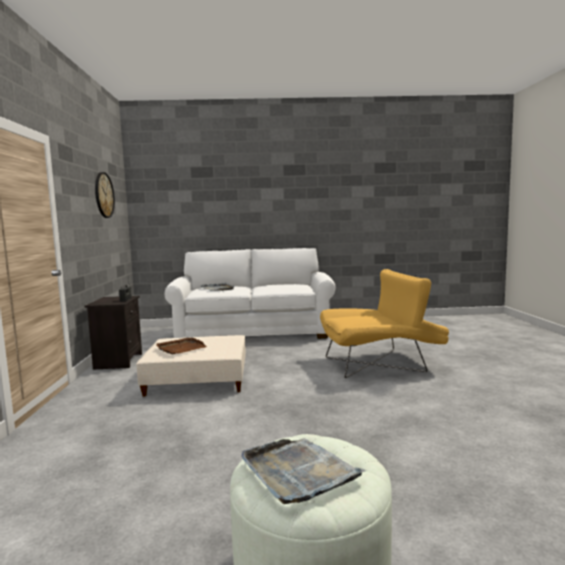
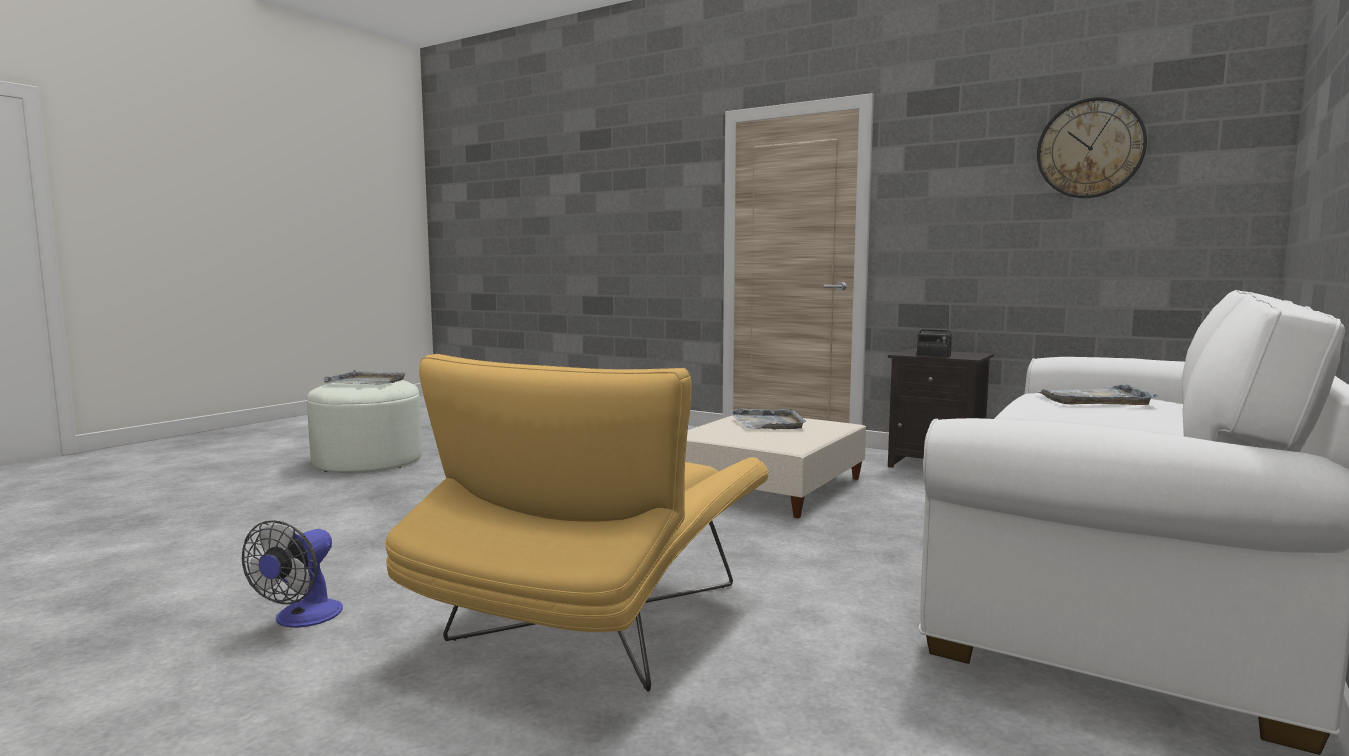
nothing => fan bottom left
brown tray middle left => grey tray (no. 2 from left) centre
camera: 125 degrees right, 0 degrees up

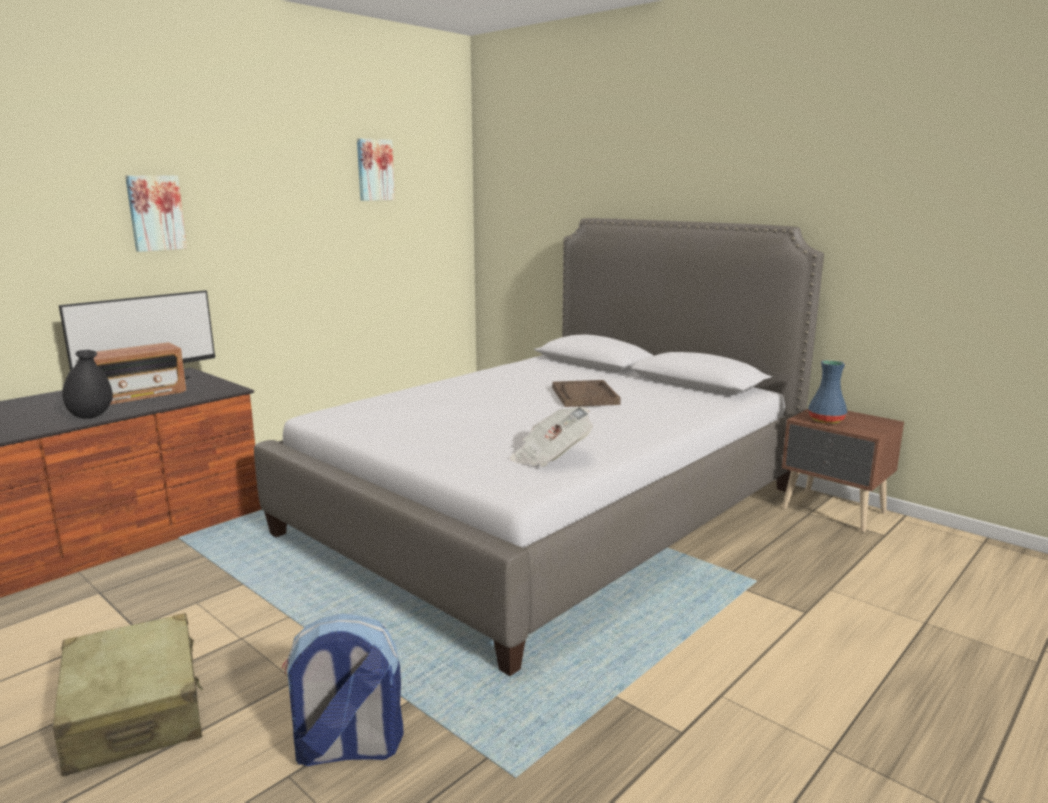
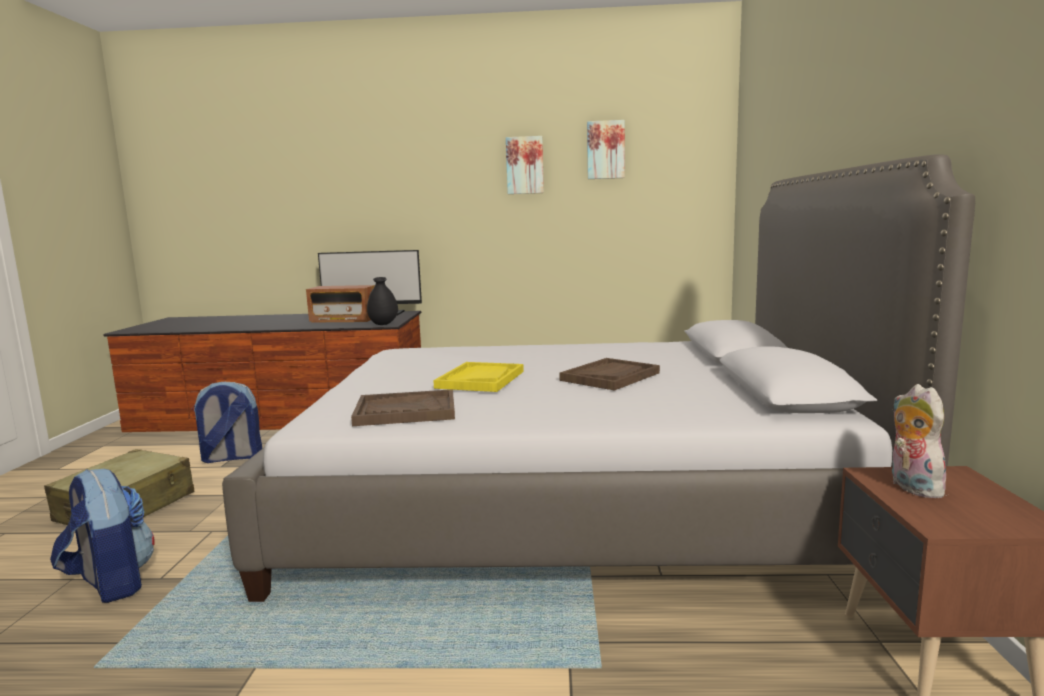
nothing => backpack (no. 2 from left) middle left
nothing => yellow tray centre
black vase middle left => black vase centre, relocated
picture (no. 1 from left) top left => picture (no. 1 from left) top centre, relocated
newspaper centre => brown tray (no. 1 from left) centre
blue vase middle right => plush toy middle right
camera: 50 degrees right, 5 degrees down

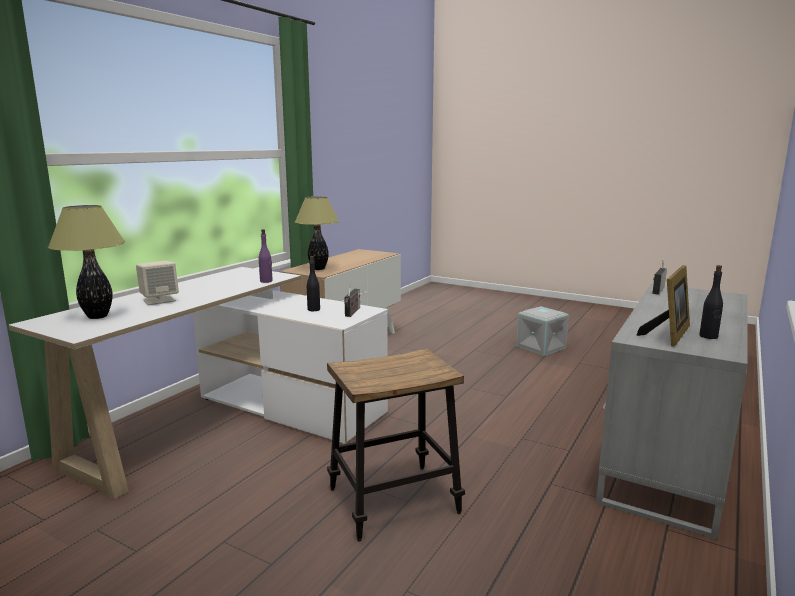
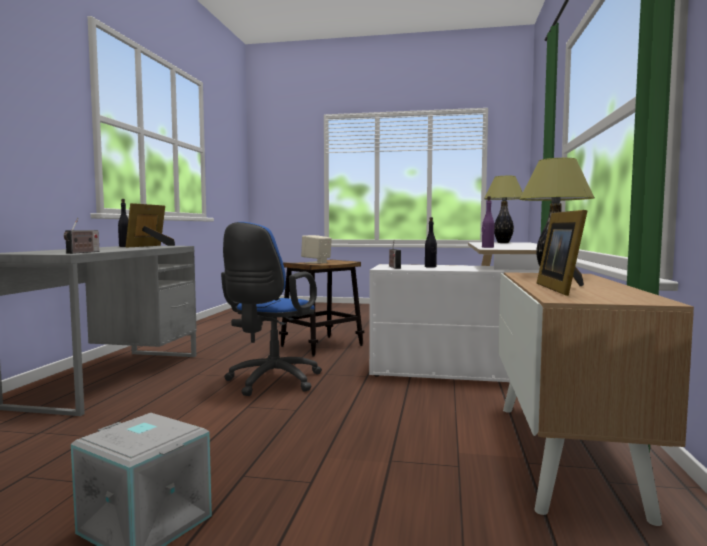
nothing => blue office chair centre
nothing => picture frame (no. 2 from left) middle right
beige speaker middle left => beige speaker centre, relocated
camera: 160 degrees right, 10 degrees down

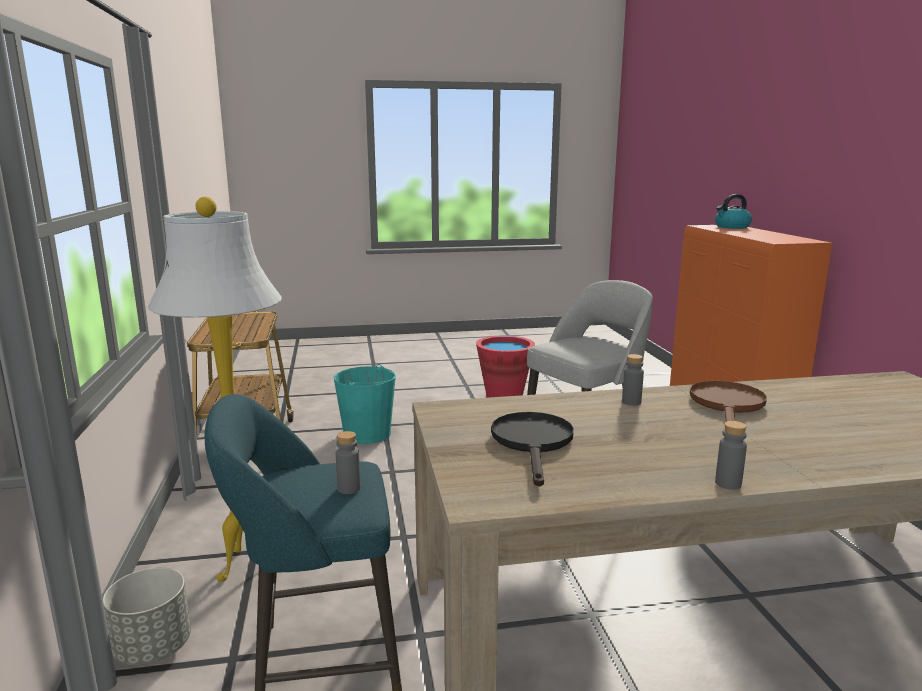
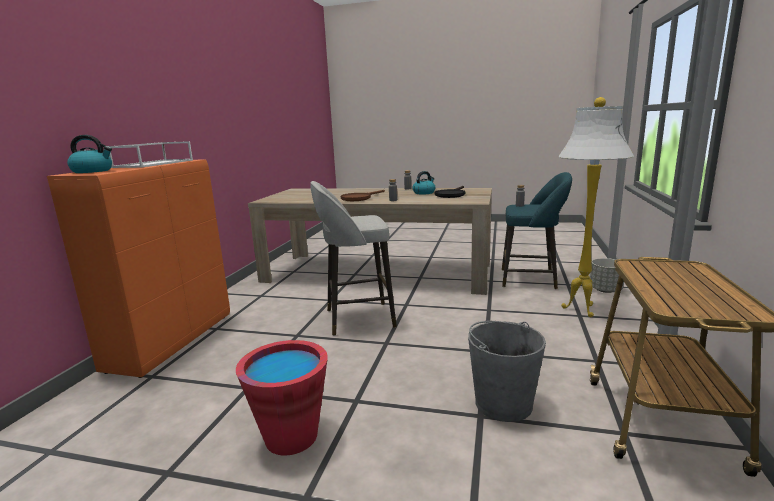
nothing => white tray top left
nothing => kettle (no. 2 from left) centre
turquoise bucket centre => grey bucket bottom centre
camera: 155 degrees left, 0 degrees up

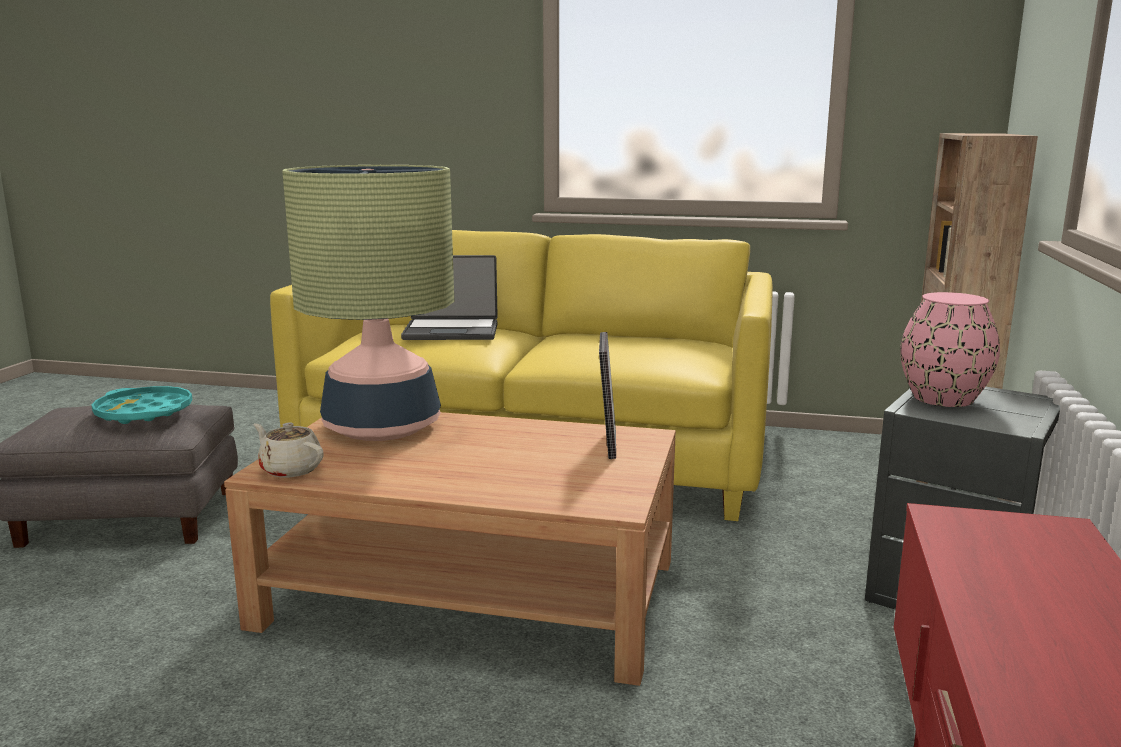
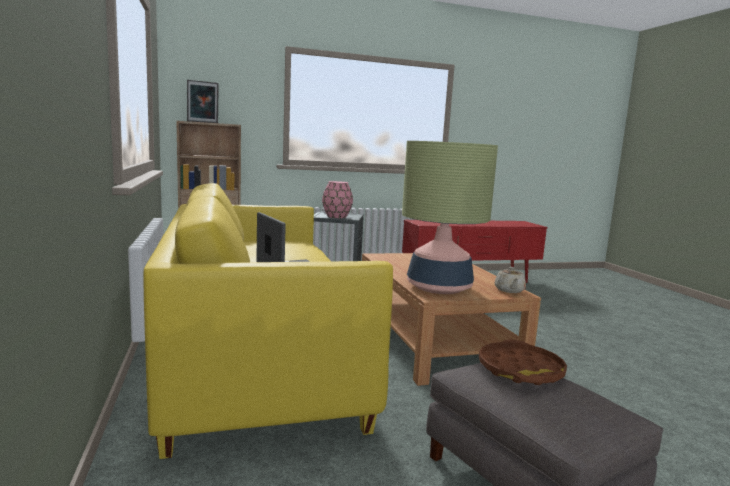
picture frame centre => picture frame top left, relocated
turquoise tray middle left => brown tray bottom right
camera: 120 degrees left, 5 degrees down

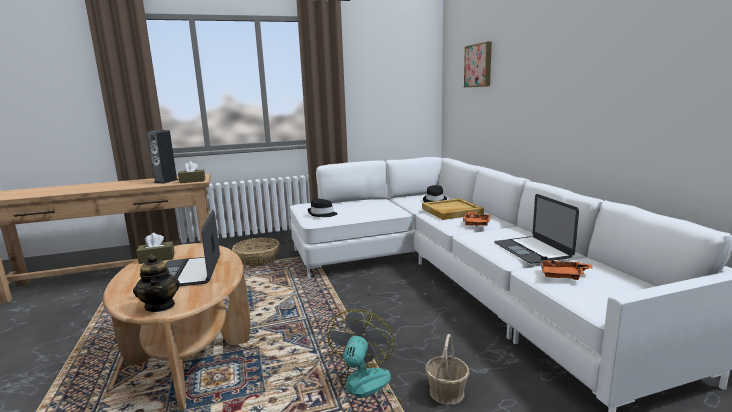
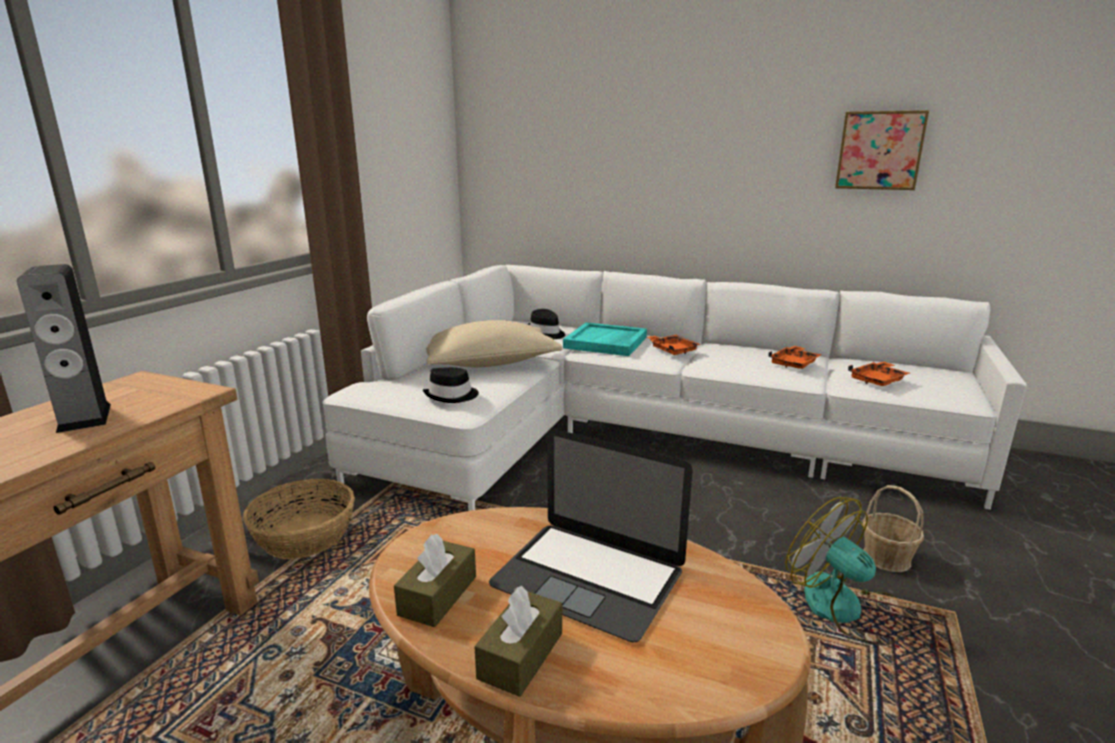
teapot bottom left => nothing
nothing => beige pillow centre
brown tissue box (no. 2 from left) middle left => brown tissue box (no. 2 from left) bottom centre, relocated
picture top centre => picture top right, relocated
laptop (no. 2 from left) middle right => orange tray (no. 2 from left) middle right
beige tray centre => turquoise tray centre
camera: 50 degrees left, 5 degrees up

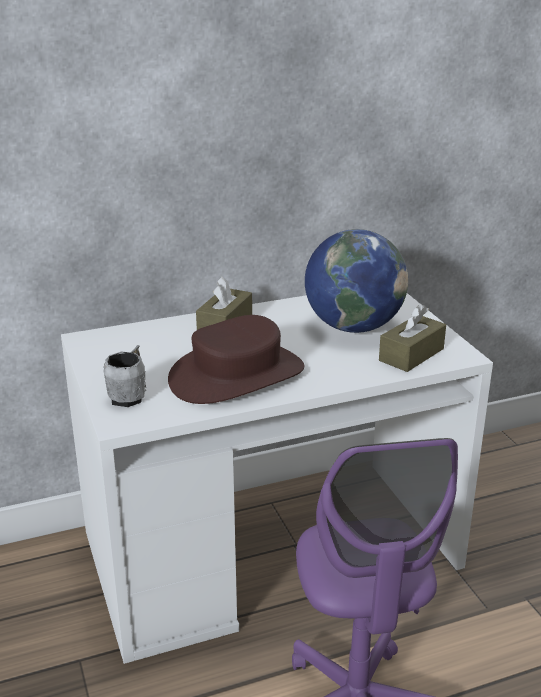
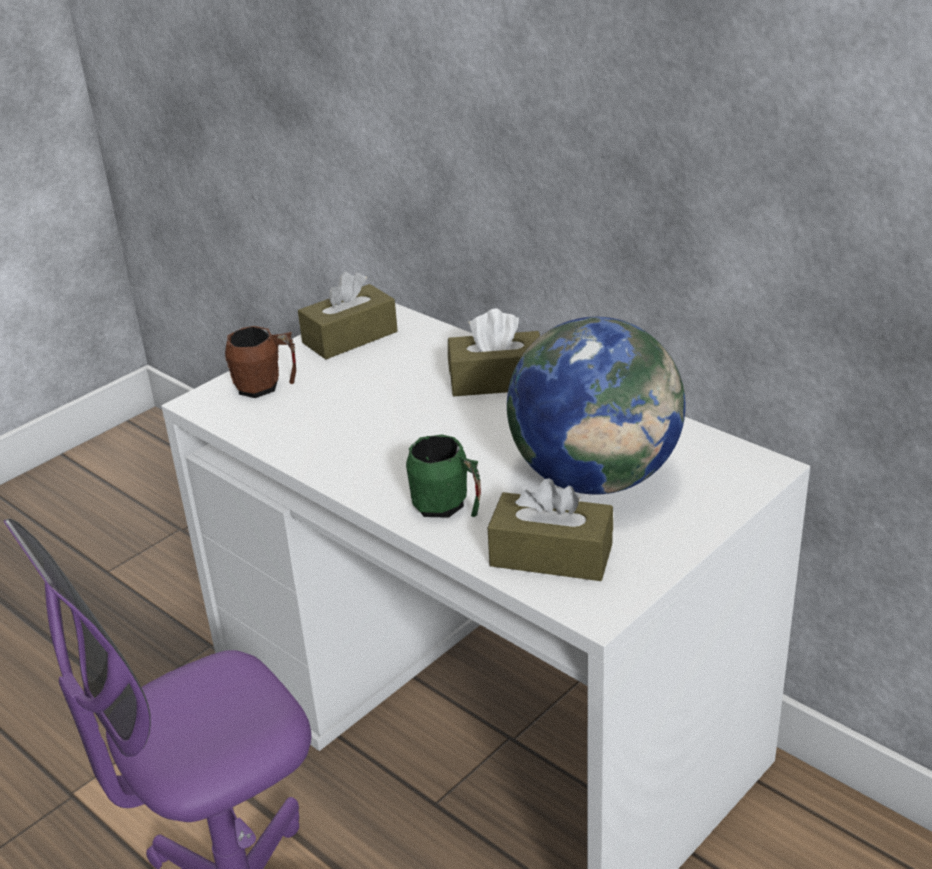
brown hat centre => nothing
nothing => brown tissue box (no. 1 from left) centre
nothing => green mug centre
grey mug middle left => brown mug middle left
camera: 65 degrees right, 5 degrees up

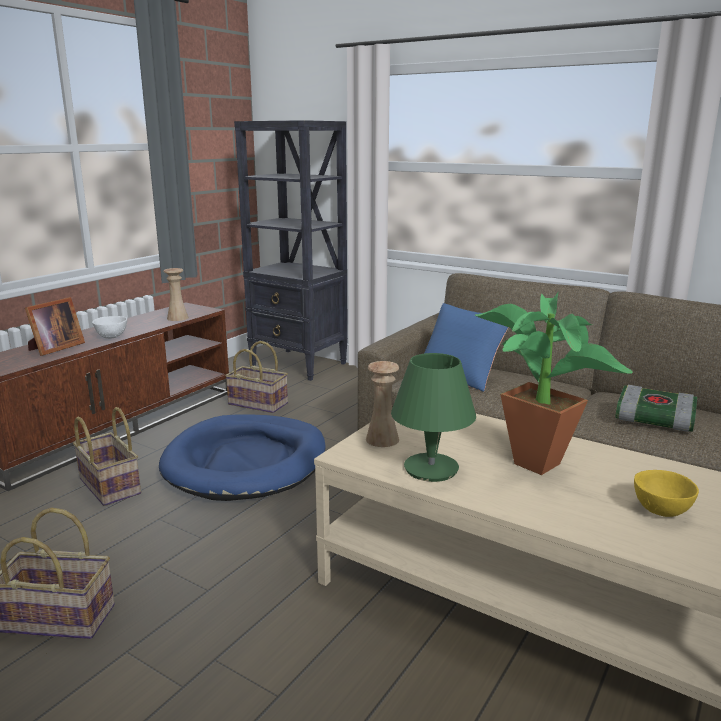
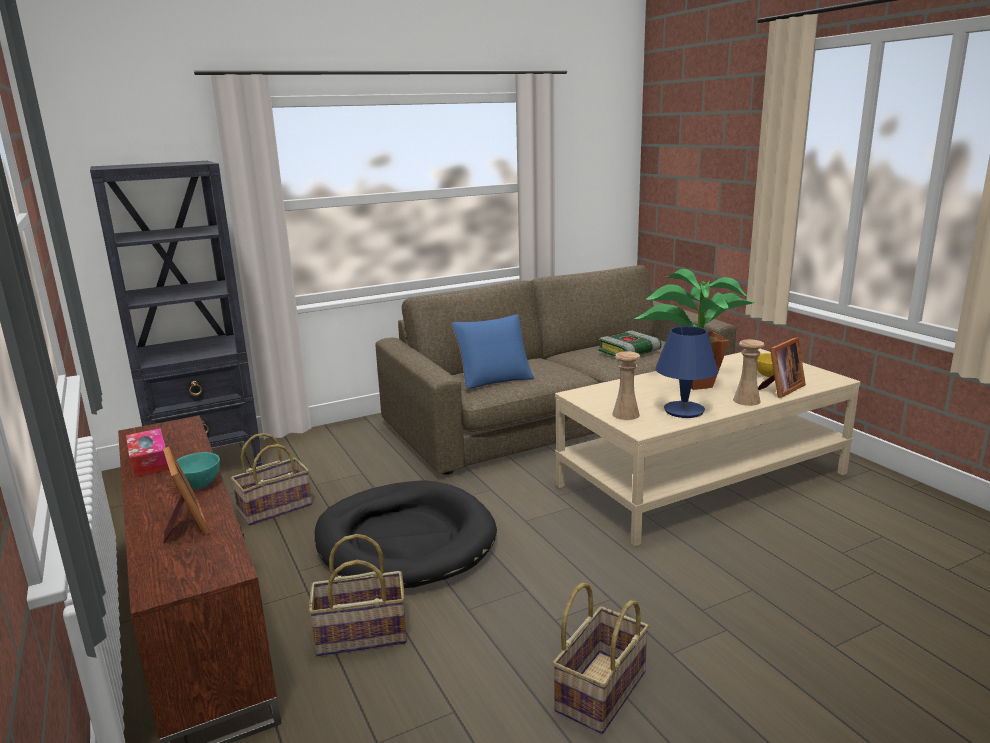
nothing => tissue box middle left
nothing => picture frame (no. 2 from left) middle right
beige vase (no. 1 from left in the first image) middle left => beige vase (no. 2 from left) middle right, relocated
white bowl middle left => turquoise bowl middle left
blue dog bed centre => black dog bed bottom centre
green table lamp centre => blue table lamp middle right
camera: 60 degrees left, 0 degrees up

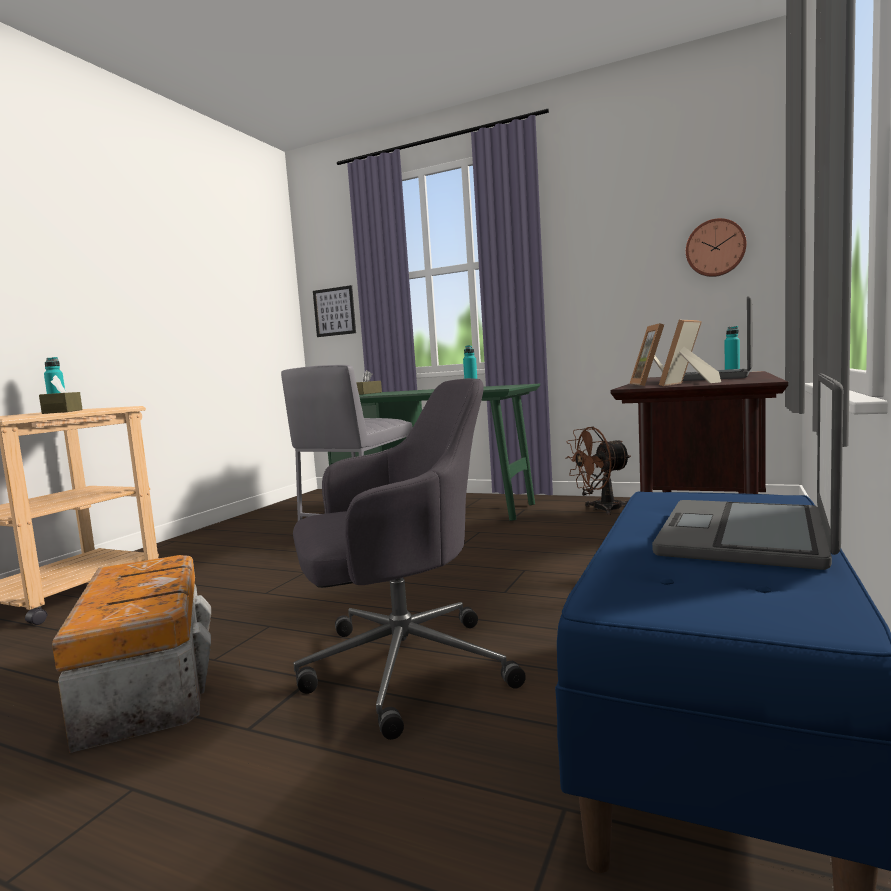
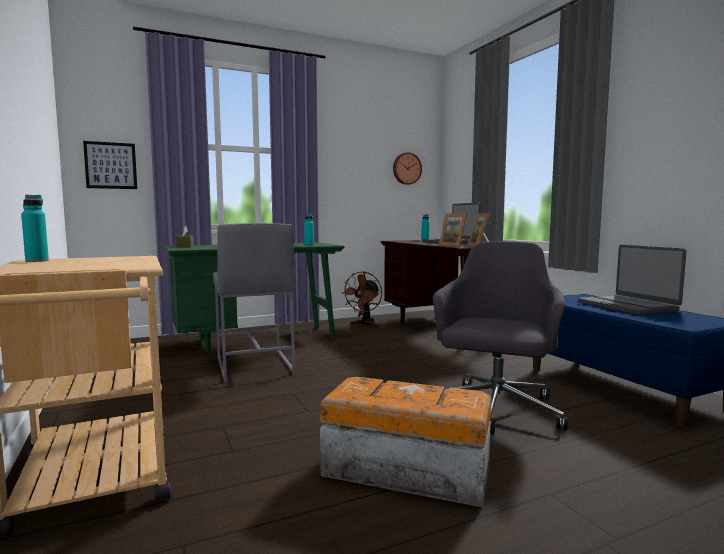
brown tissue box (no. 1 from left) middle left => nothing
camera: 50 degrees left, 0 degrees up

